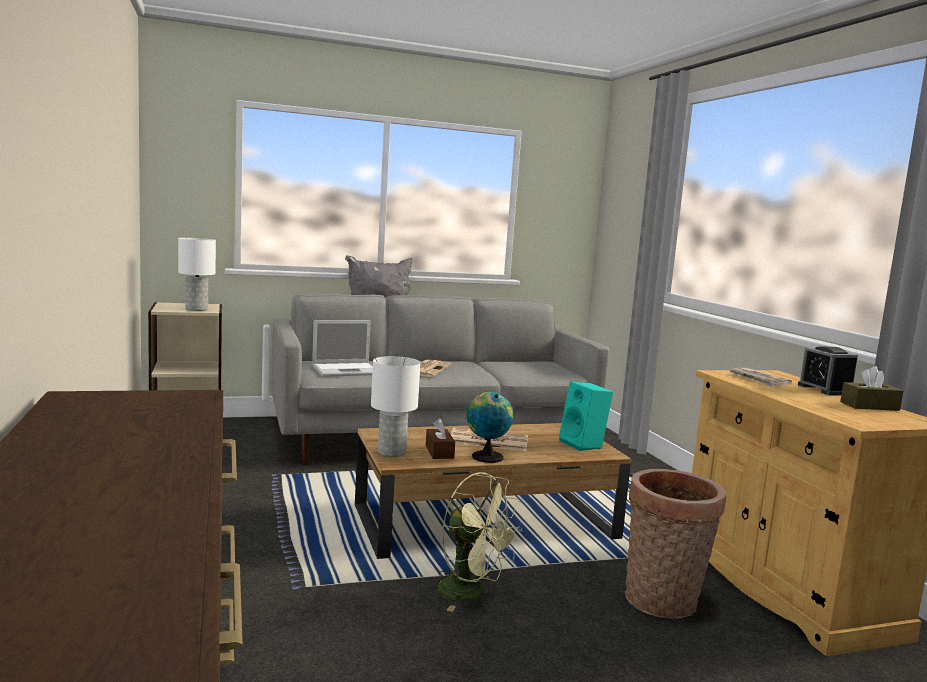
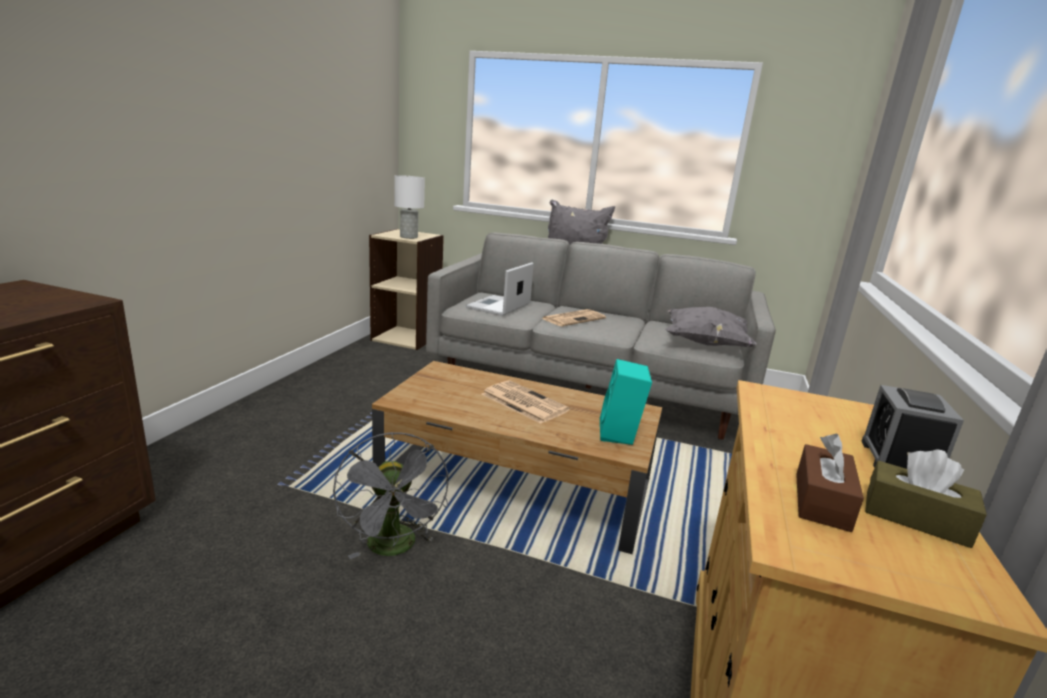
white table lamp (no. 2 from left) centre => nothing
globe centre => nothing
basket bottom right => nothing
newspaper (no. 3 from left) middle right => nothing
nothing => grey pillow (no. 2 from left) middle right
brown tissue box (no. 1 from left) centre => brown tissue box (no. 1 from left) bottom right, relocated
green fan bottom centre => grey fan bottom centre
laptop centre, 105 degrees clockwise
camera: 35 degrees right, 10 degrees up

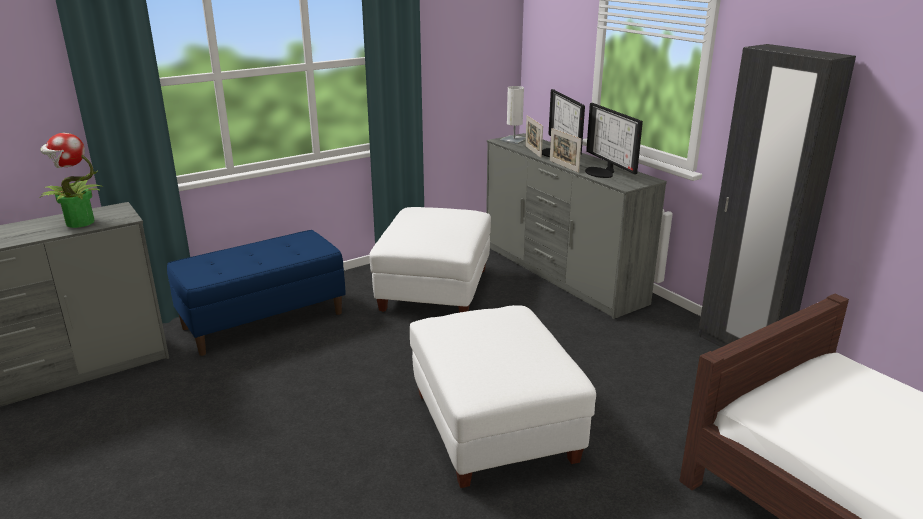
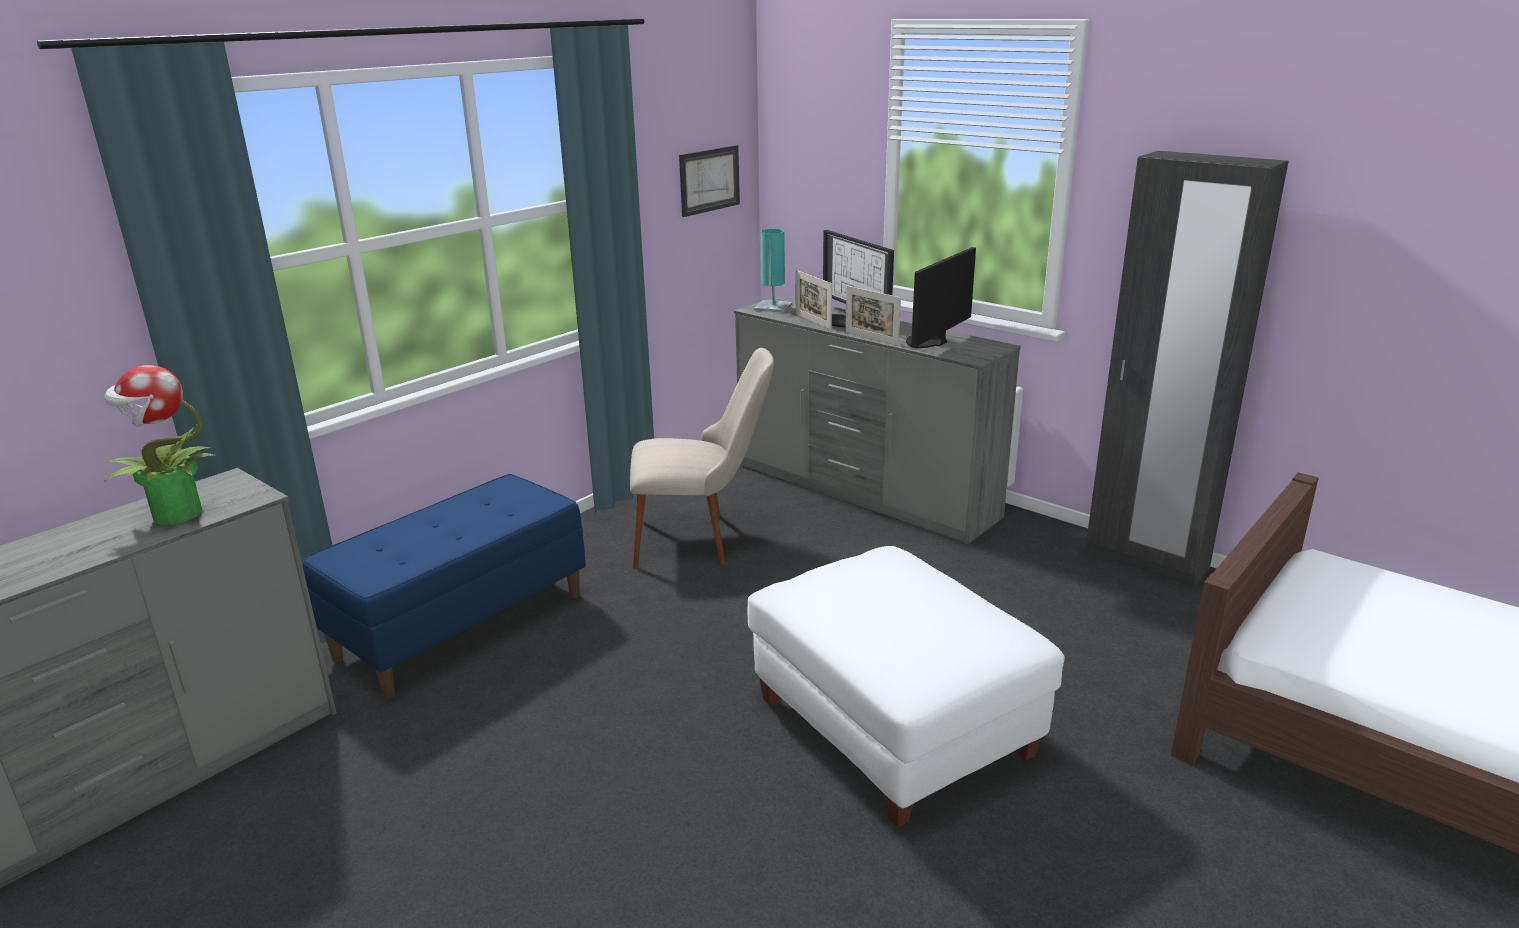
nothing => picture top centre
white ottoman (no. 1 from left) centre => beige chair centre
white table lamp top centre => turquoise table lamp top centre
monitor (no. 2 from left) top centre, 75 degrees clockwise
camera: 15 degrees left, 0 degrees up

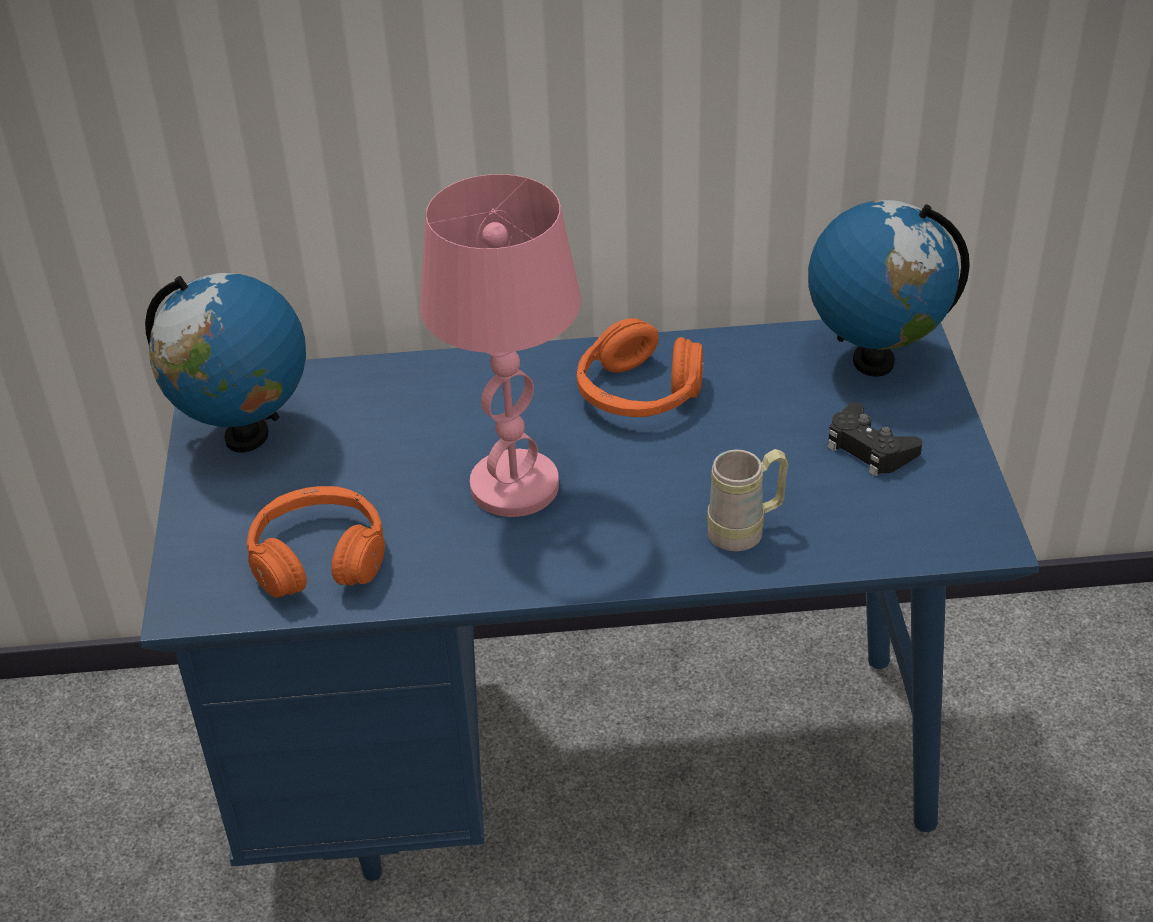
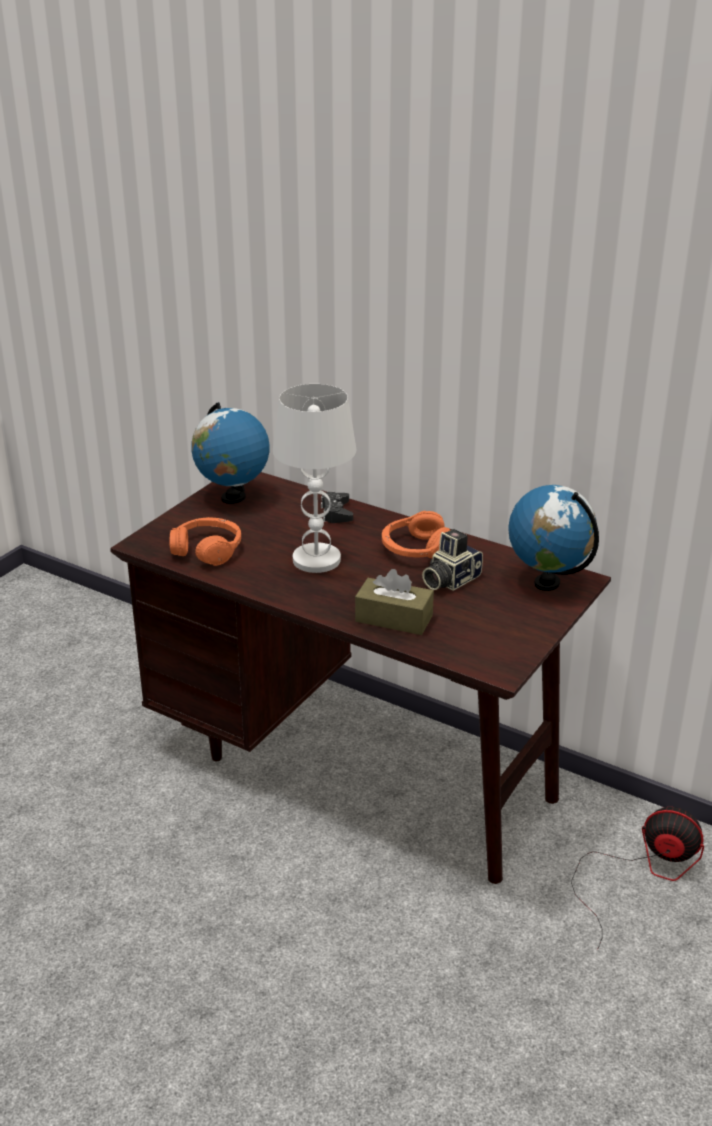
nothing => photo camera centre
nothing => fan bottom right
black game controller middle right => black game controller centre, relocated
beige mug centre => brown tissue box centre
blue desk centre => brown desk centre
pink table lamp centre => white table lamp centre
camera: 35 degrees right, 10 degrees down

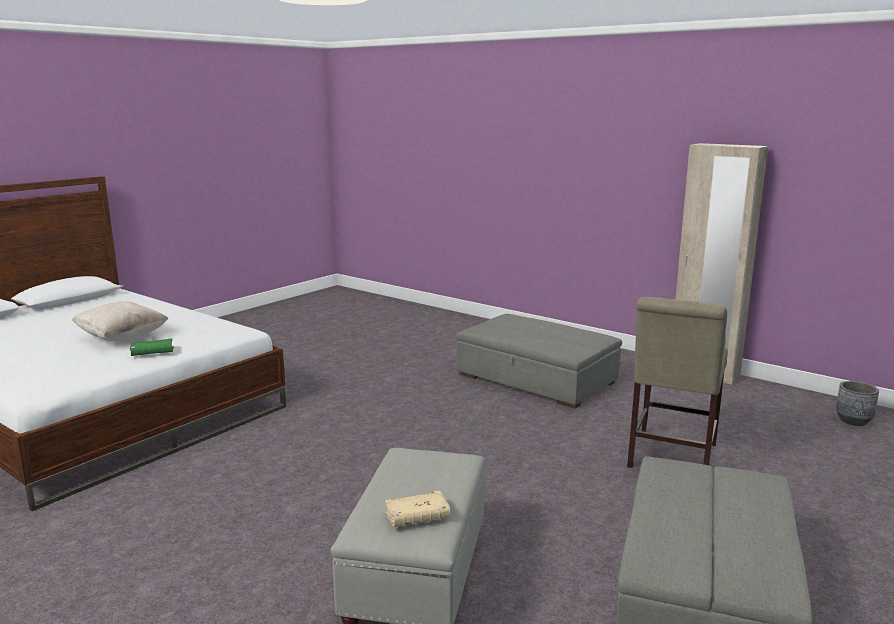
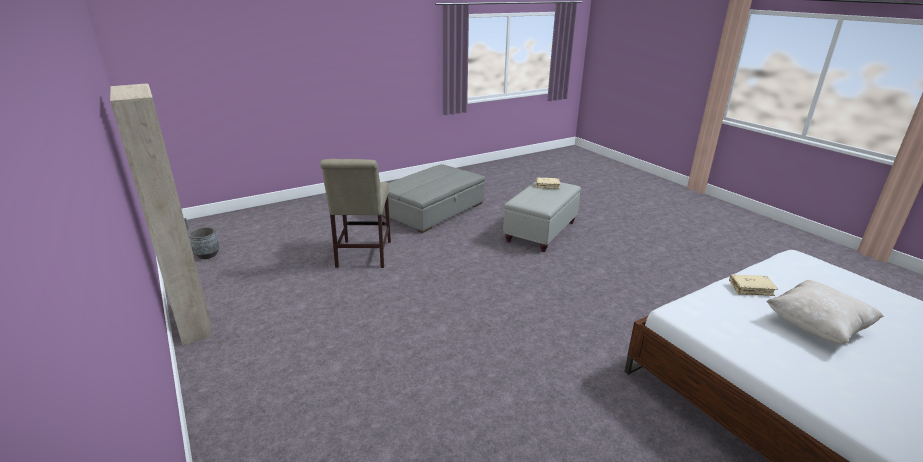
grey ottoman (no. 2 from left) centre => nothing
green book middle left => beige book (no. 2 from left) middle right
beige chair middle right => beige chair centre, 135 degrees clockwise
camera: 160 degrees left, 10 degrees up

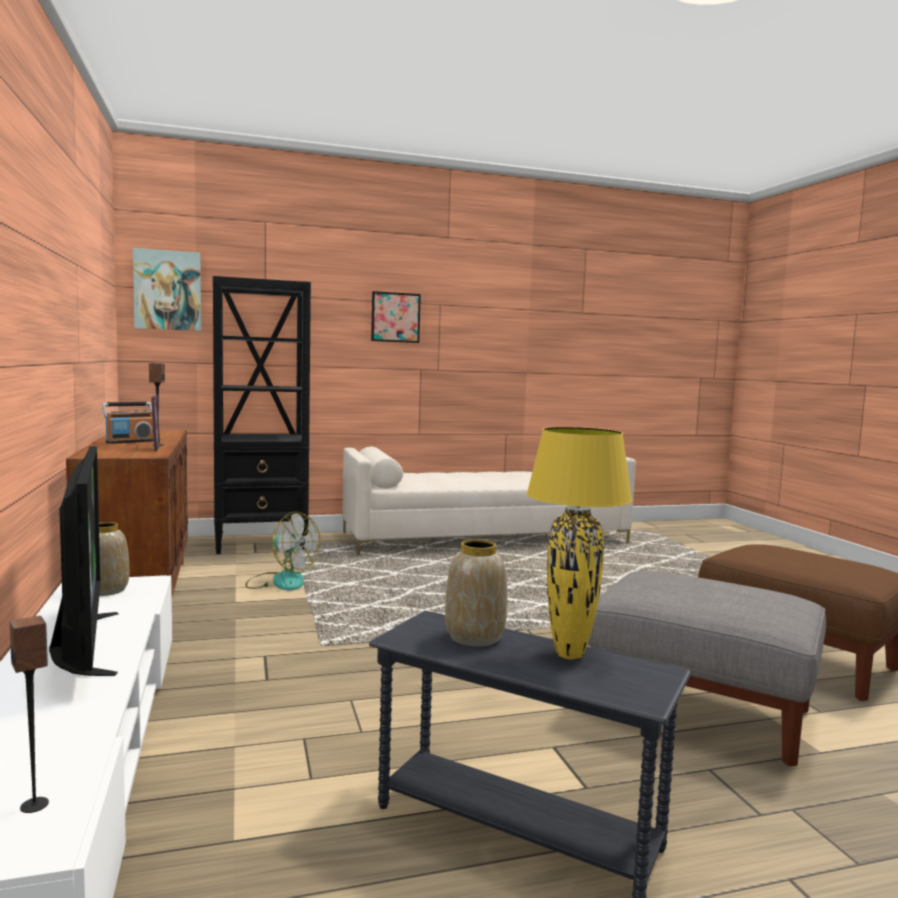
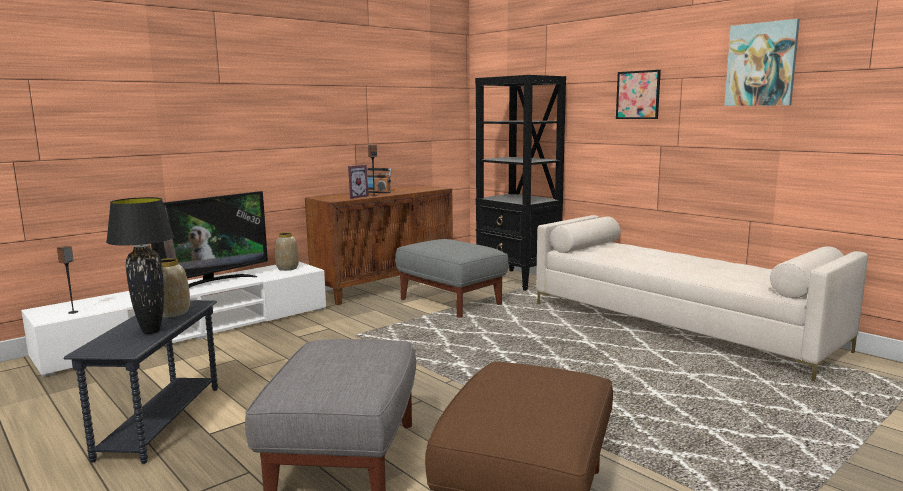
picture (no. 1 from left in the first image) top left => picture (no. 2 from left) top right, relocated
fan middle left => grey ottoman (no. 2 from left) centre
yellow table lamp centre => black table lamp middle left
camera: 65 degrees right, 5 degrees up

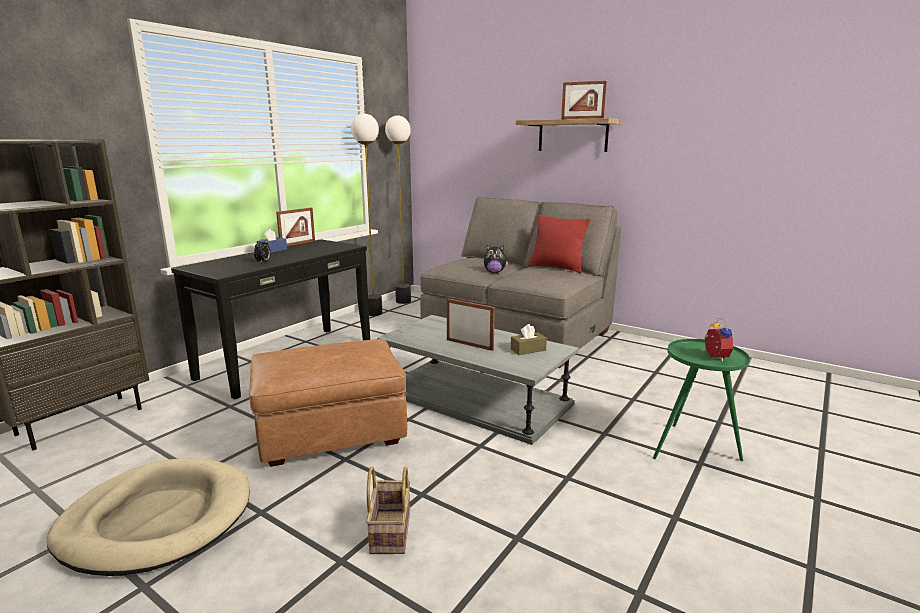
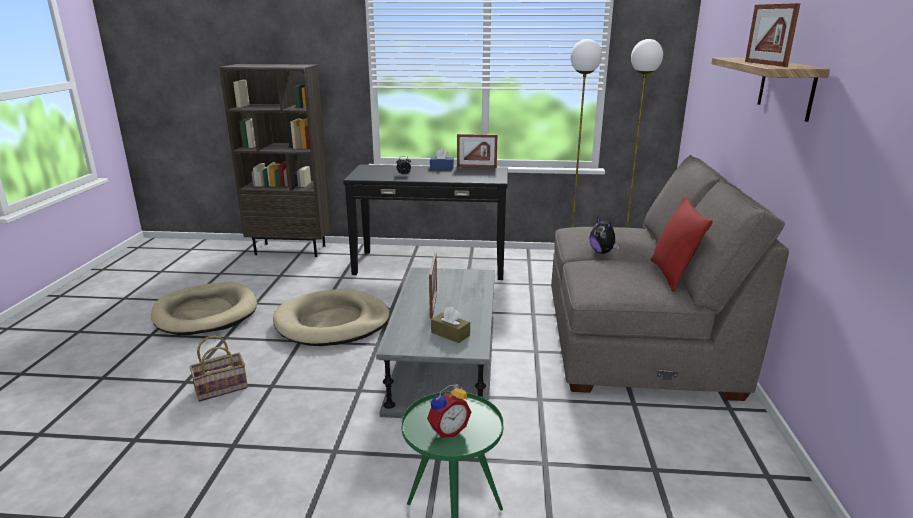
brown ottoman centre => beige dog bed (no. 2 from left) centre
camera: 60 degrees right, 5 degrees up

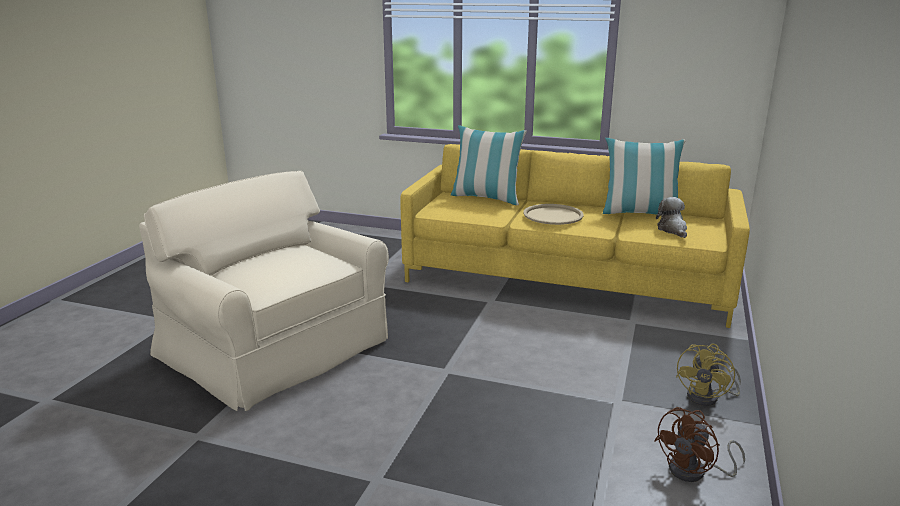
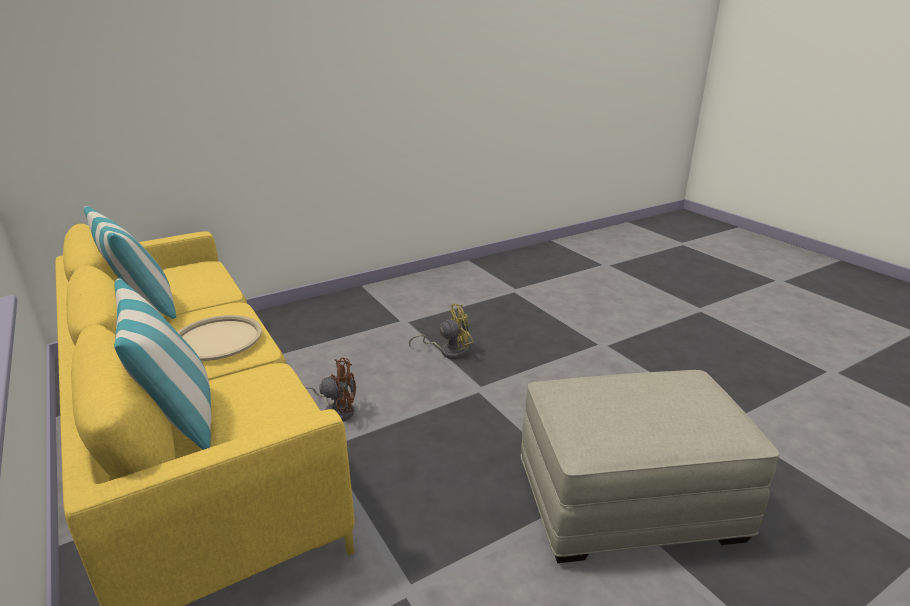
plush toy middle right => nothing
brown fan bottom right => brown fan centre, relocated
yellow fan bottom right => yellow fan centre, relocated
beige armchair middle left => beige ottoman bottom right
camera: 140 degrees left, 5 degrees up

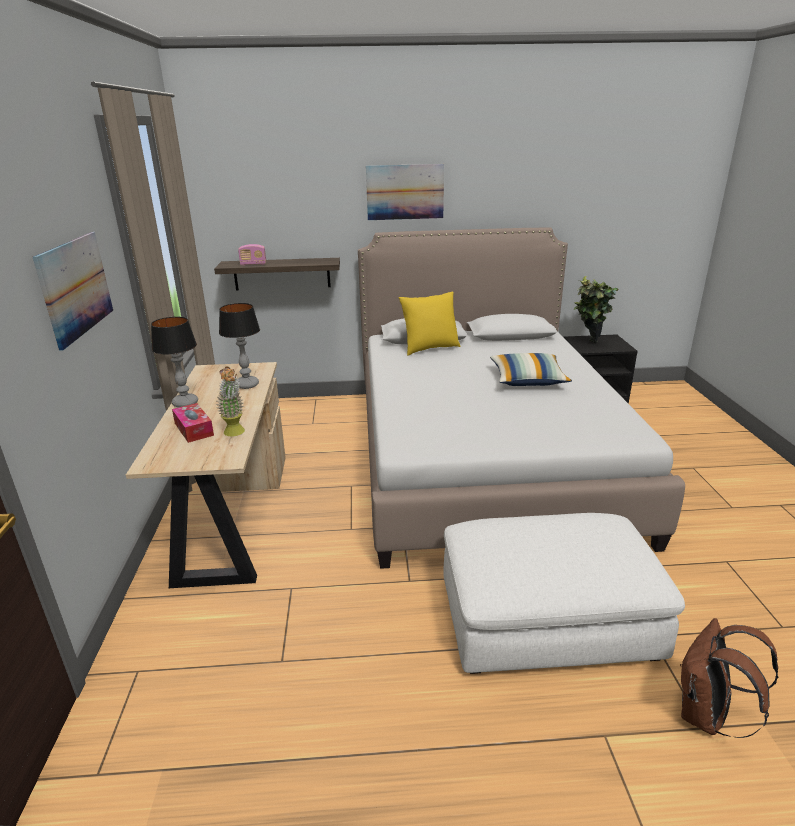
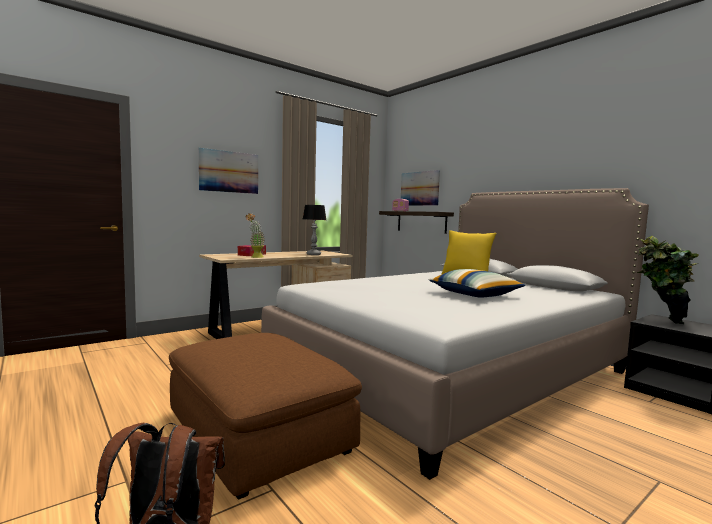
table lamp (no. 1 from left) middle left => nothing
picture (no. 2 from left) top centre => picture (no. 2 from left) centre, relocated
white ottoman bottom right => brown ottoman bottom centre
camera: 55 degrees right, 20 degrees down

